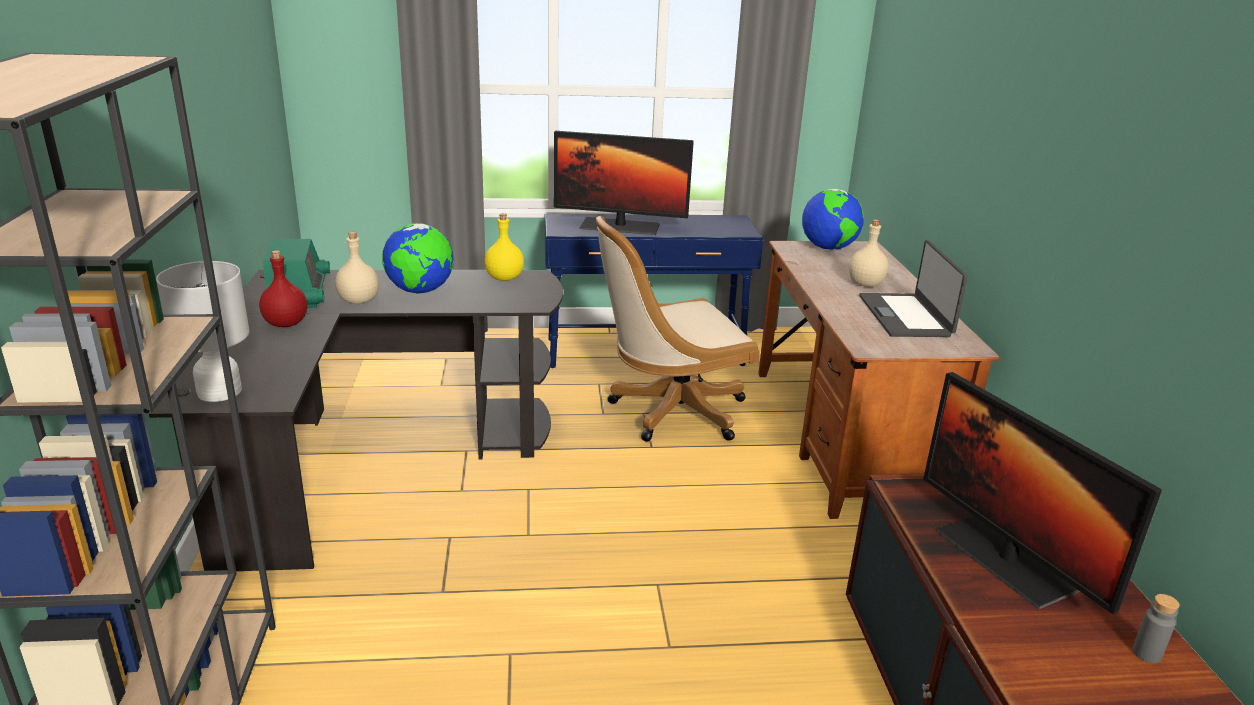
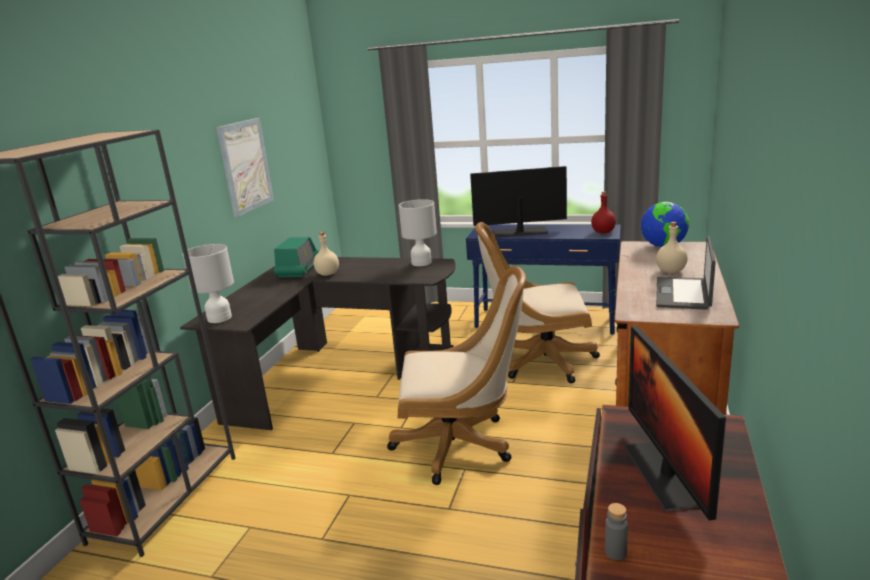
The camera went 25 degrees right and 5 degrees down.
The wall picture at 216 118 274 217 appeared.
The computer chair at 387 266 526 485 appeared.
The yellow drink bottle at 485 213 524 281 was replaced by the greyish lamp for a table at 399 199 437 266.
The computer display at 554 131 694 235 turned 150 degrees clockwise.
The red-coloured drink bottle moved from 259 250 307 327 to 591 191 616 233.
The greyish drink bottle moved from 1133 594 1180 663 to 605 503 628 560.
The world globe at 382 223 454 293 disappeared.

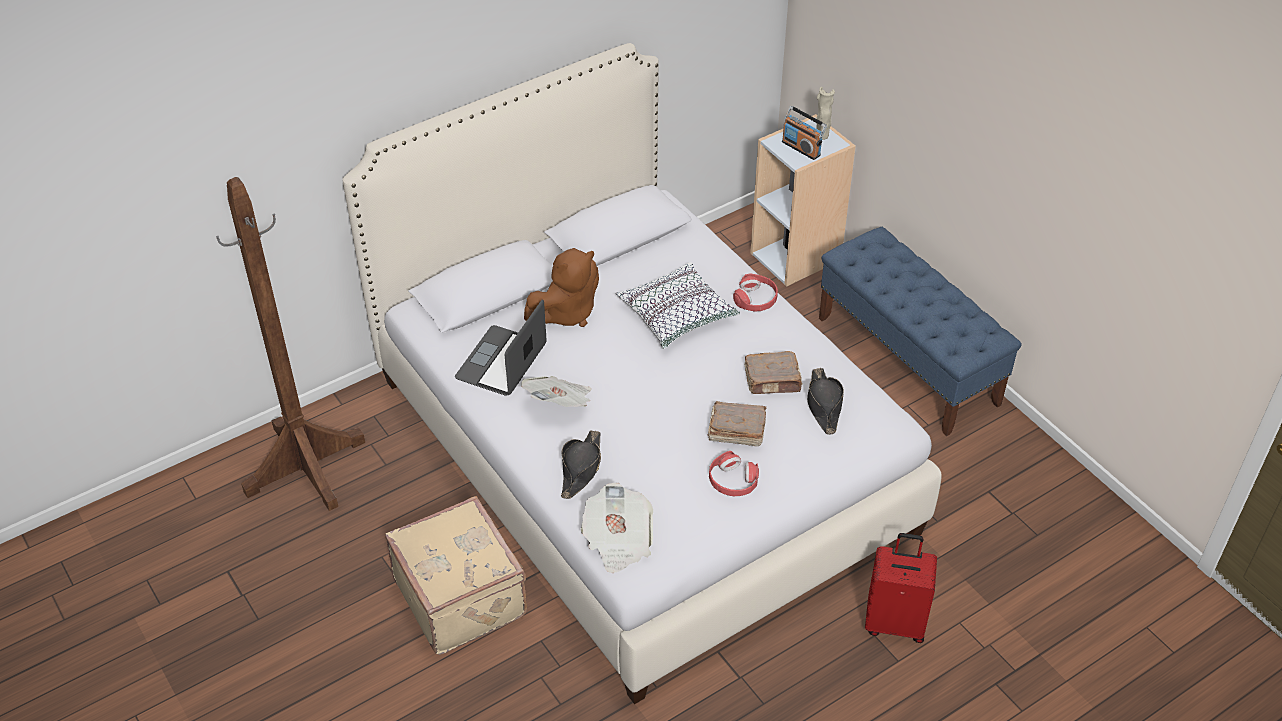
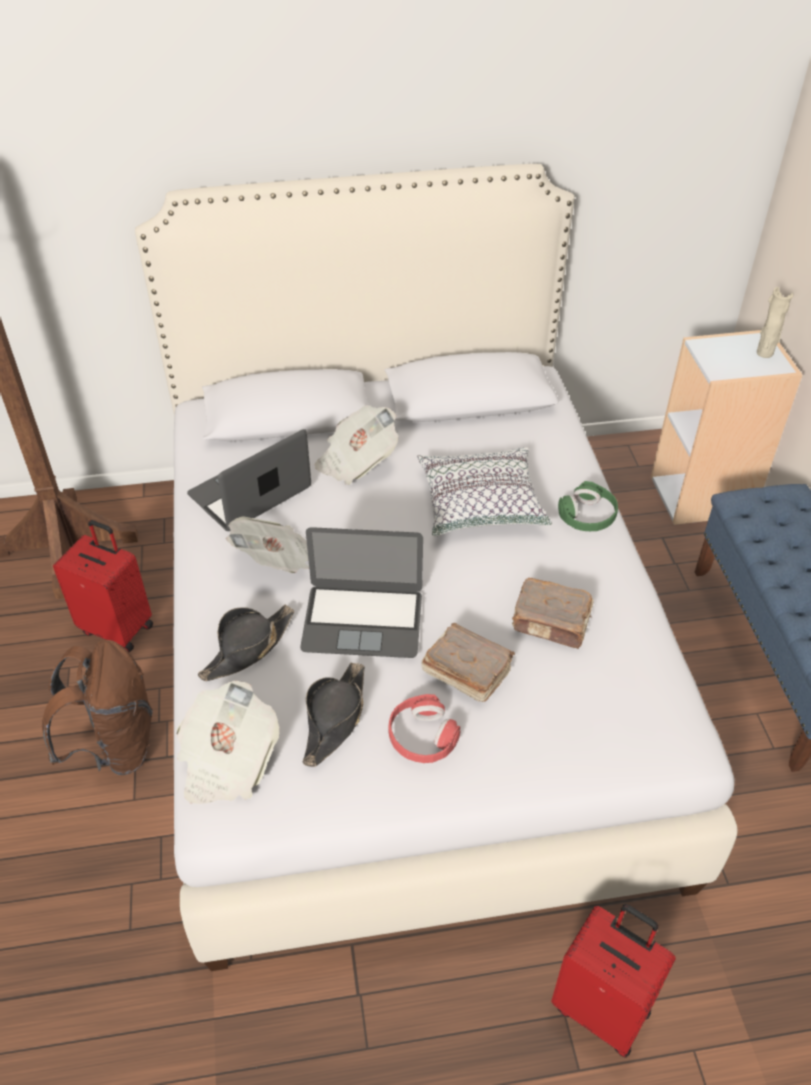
The camera went 25 degrees right and 0 degrees up.
The beige-coloured travel case at 385 496 527 655 was replaced by the brown-coloured knapsack at 42 640 153 775.
The red-coloured travel case at 53 520 153 652 appeared.
The portable computer at 300 527 423 658 appeared.
The black clothing hat moved from 807 368 844 435 to 303 663 364 767.
The brown-coloured soft toy at 524 248 599 327 was replaced by the daily paper at 315 405 398 485.
The red-coloured headset at 733 274 778 312 became the greenish headset at 558 481 618 531.
The radio receiver at 782 106 827 160 disappeared.

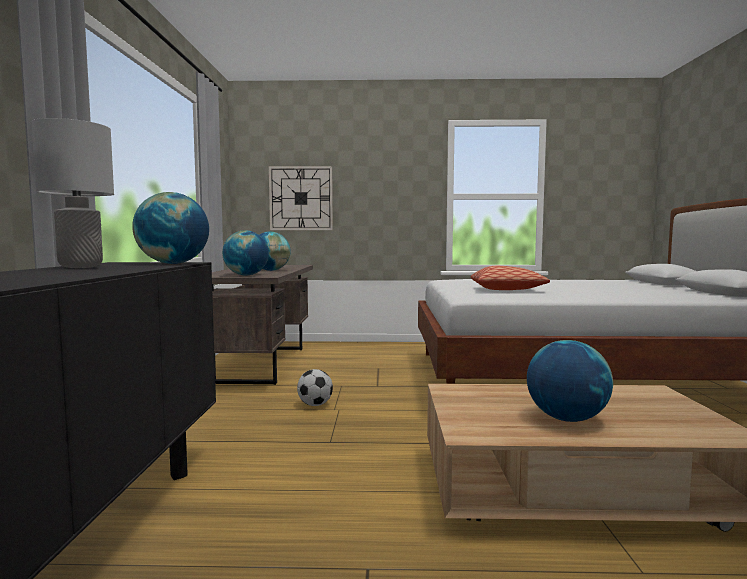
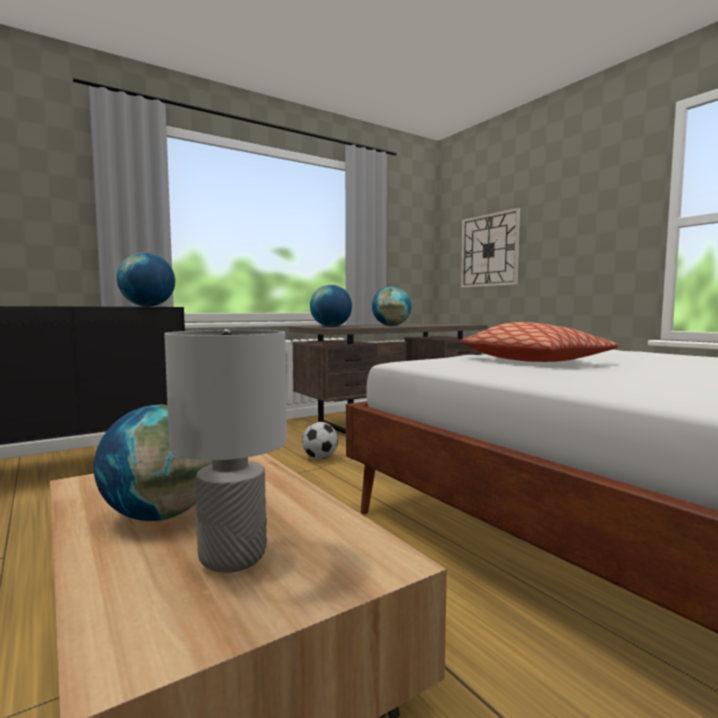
The camera went 55 degrees right and 0 degrees up.
The greyish lamp for a table moved from 31 118 114 268 to 164 329 287 573.

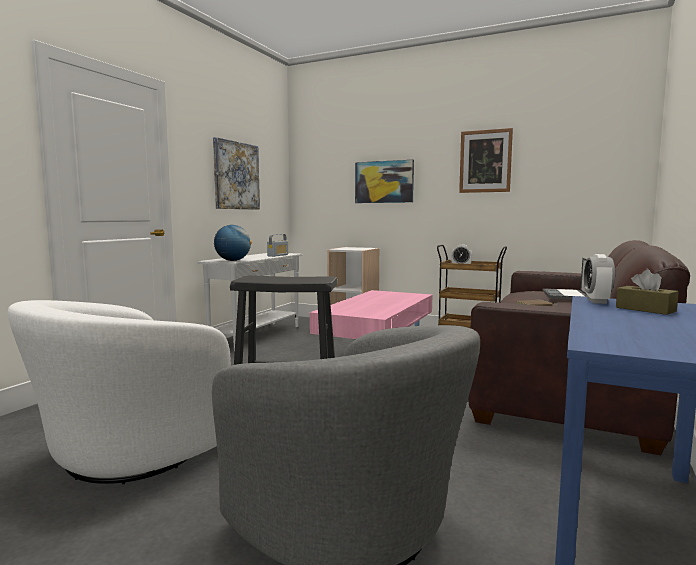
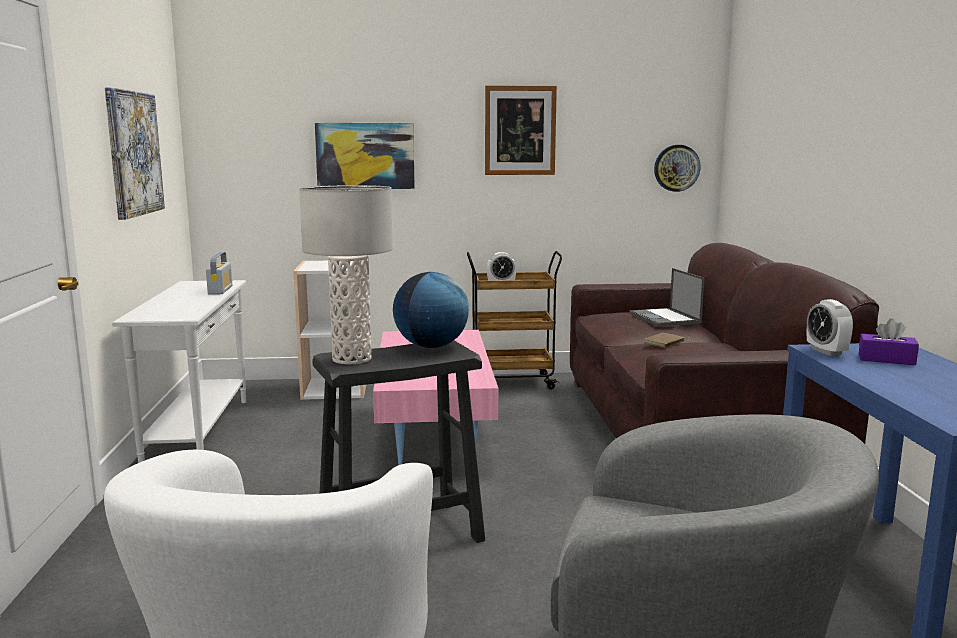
The camera went 30 degrees left and 5 degrees up.
The white-coloured lamp for a table at 299 185 393 364 appeared.
The world globe moved from 214 225 252 261 to 393 272 469 348.
The wall clock at 654 145 700 192 appeared.
The brown-coloured box of tissues at 616 270 679 315 became the purple box of tissues at 859 319 919 365.

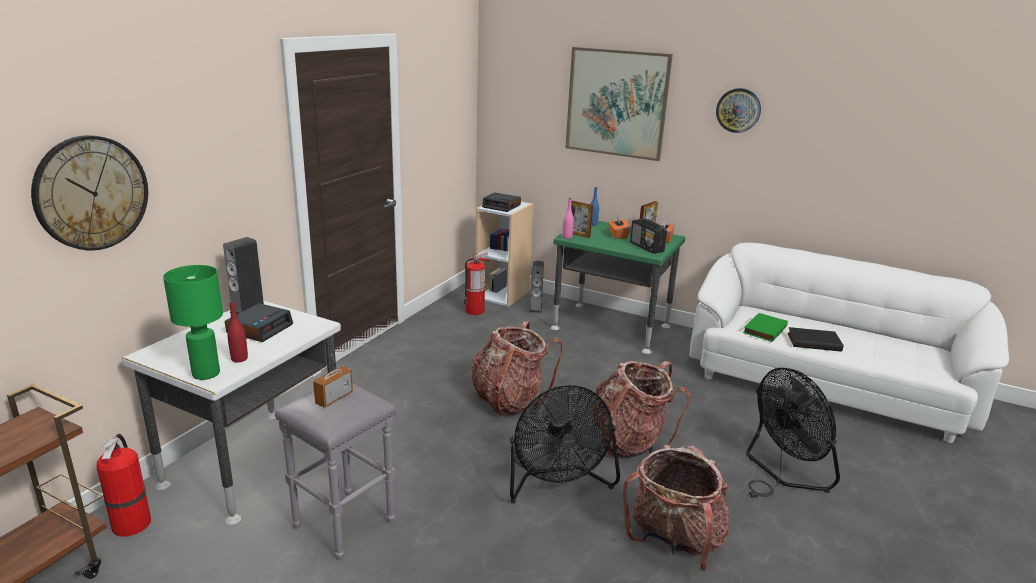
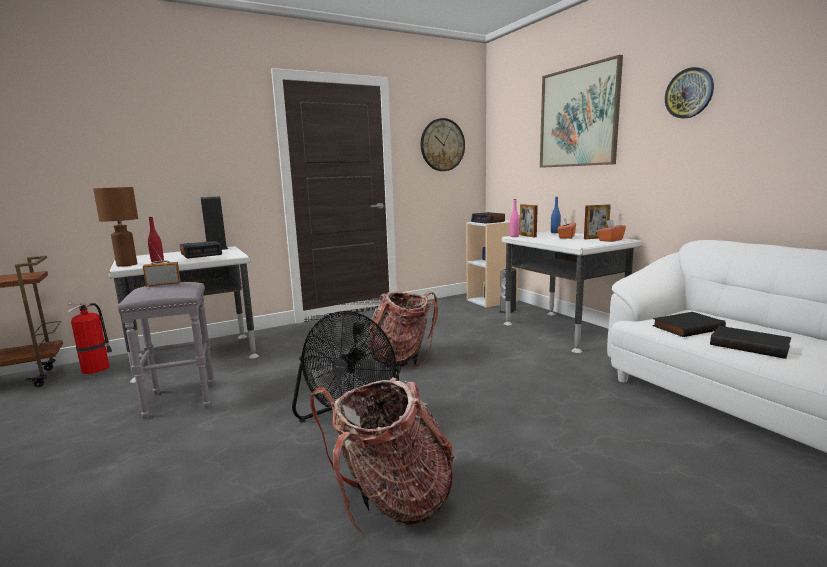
The camera went 35 degrees right and 10 degrees down.
The greenish lamp for a table at 163 265 223 380 became the brown-coloured lamp for a table at 93 187 138 267.
The wall clock moved from 31 135 148 251 to 421 118 465 171.
The greenish desk at 550 221 685 354 became the white-coloured desk at 502 231 641 353.
The greenish book at 743 313 788 342 became the black book at 652 312 726 337.
The extinguisher at 463 252 489 315 disappeared.
The knapsack at 593 361 690 459 disappeared.
The radio receiver at 630 218 667 254 disappeared.
The black electric fan at 746 368 840 498 disappeared.

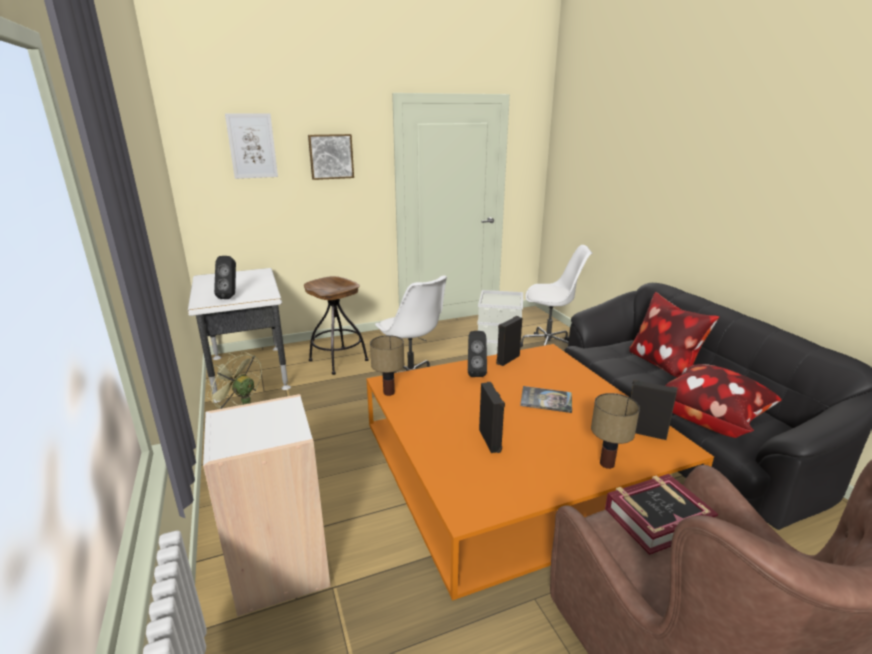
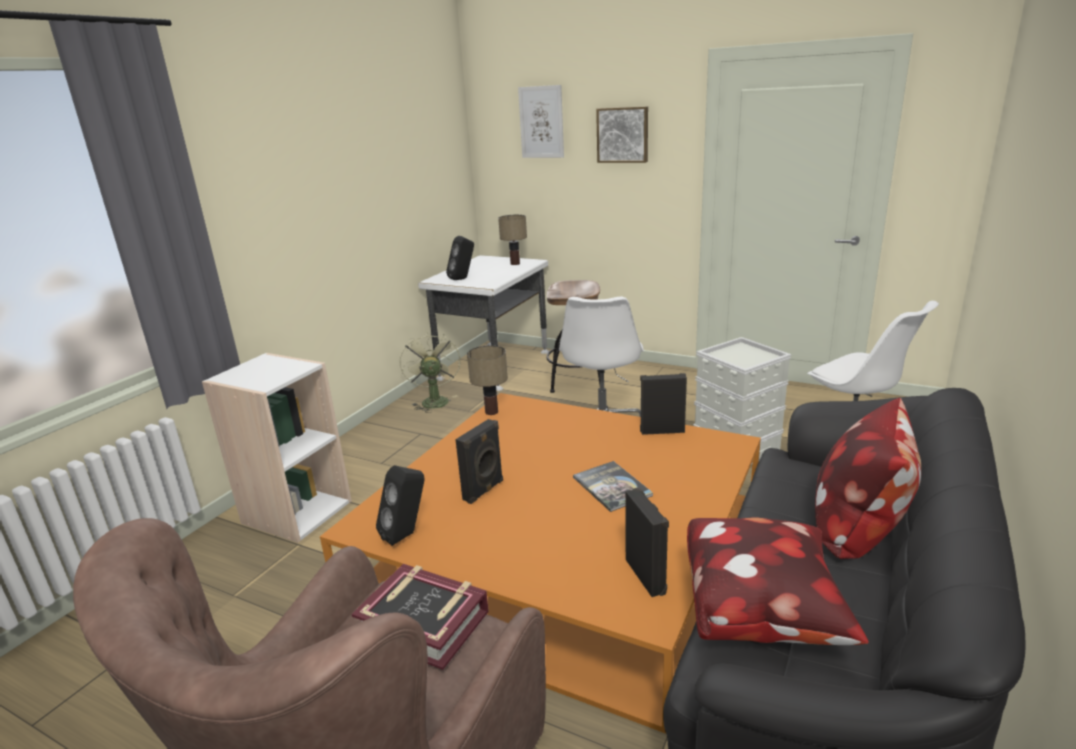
The camera went 50 degrees right and 0 degrees up.
The black audio speaker moved from 468 331 487 377 to 376 465 424 546.
The lamp for a table moved from 591 393 640 469 to 498 215 527 265.

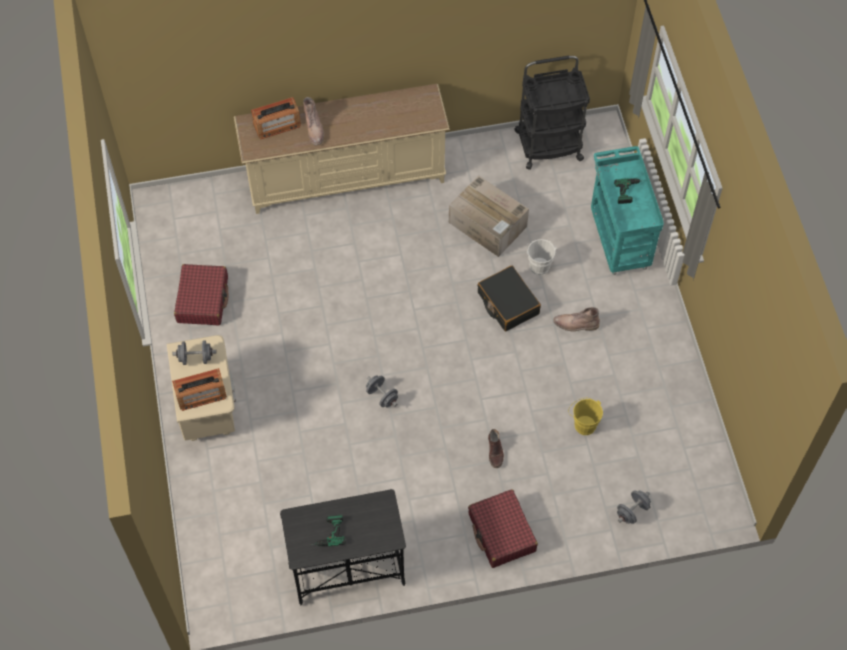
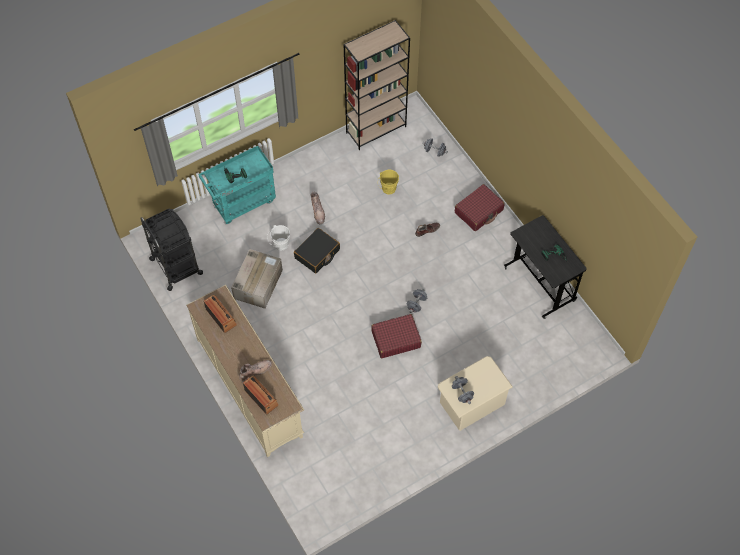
The camera went 110 degrees left and 0 degrees up.
The radio receiver moved from 172 368 227 411 to 204 295 237 333.
The beige-coloured bookshelf at 344 20 410 150 appeared.
The red-coloured travel case moved from 174 264 228 325 to 371 314 422 358.

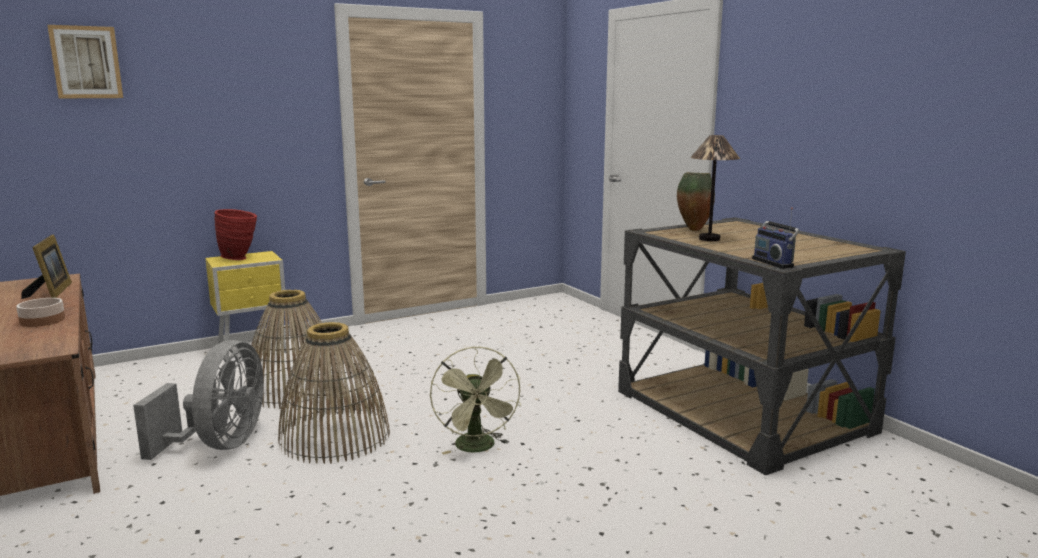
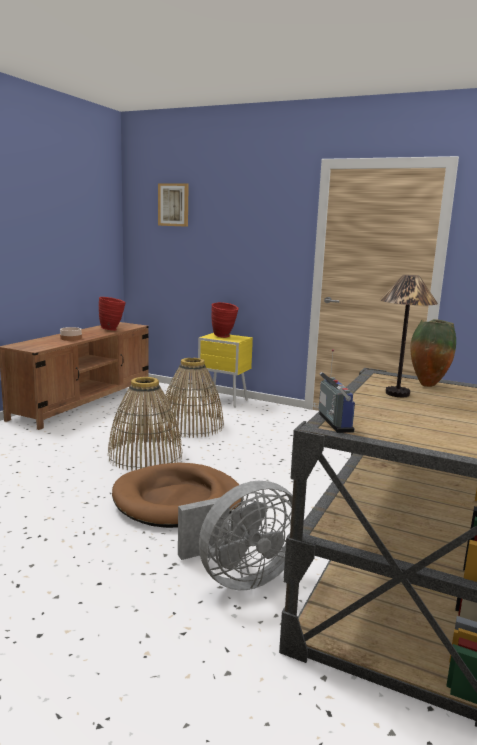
The camera went 55 degrees right and 0 degrees up.
The photo frame at 21 235 72 299 was replaced by the red-coloured decorative vase at 99 297 126 331.
The greenish electric fan at 430 347 521 455 was replaced by the brown-coloured dog cushion at 112 463 244 528.
The greyish electric fan moved from 133 340 264 460 to 178 481 293 590.
The radio receiver at 752 207 800 269 turned 135 degrees clockwise.

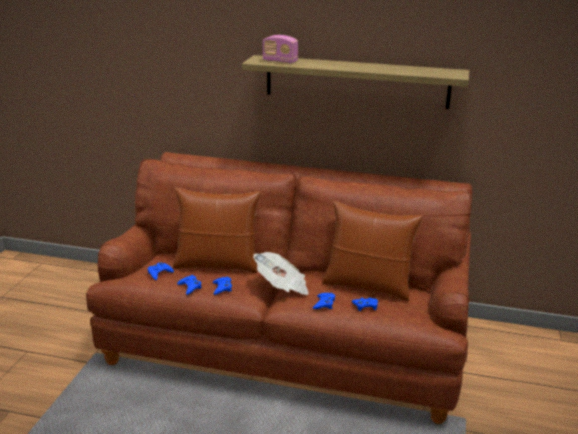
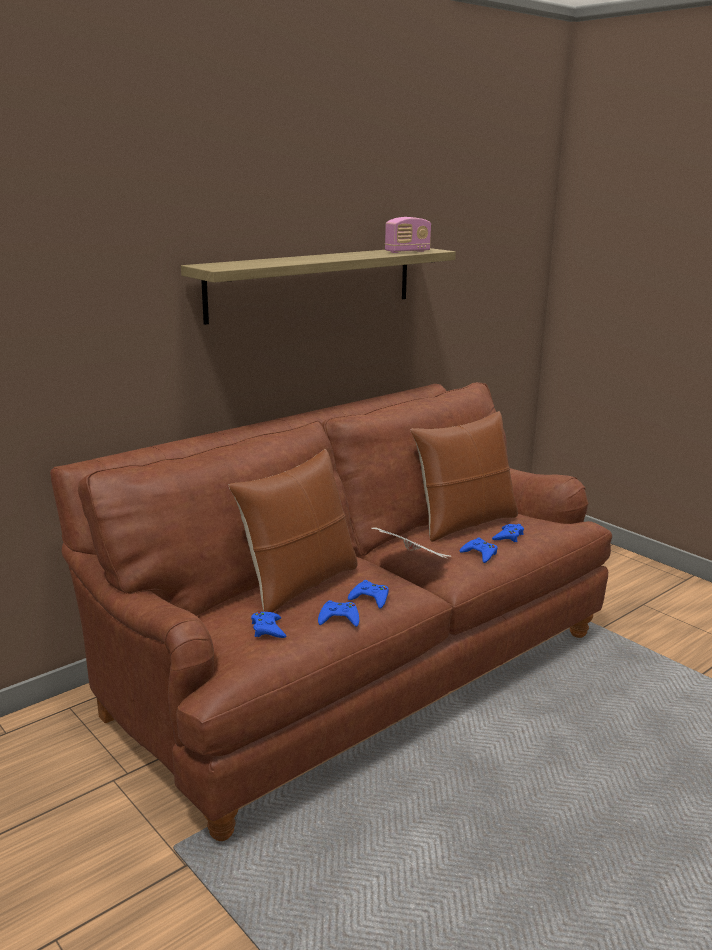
The camera went 55 degrees left and 5 degrees down.
The radio receiver moved from 262 35 298 64 to 385 217 431 253.

